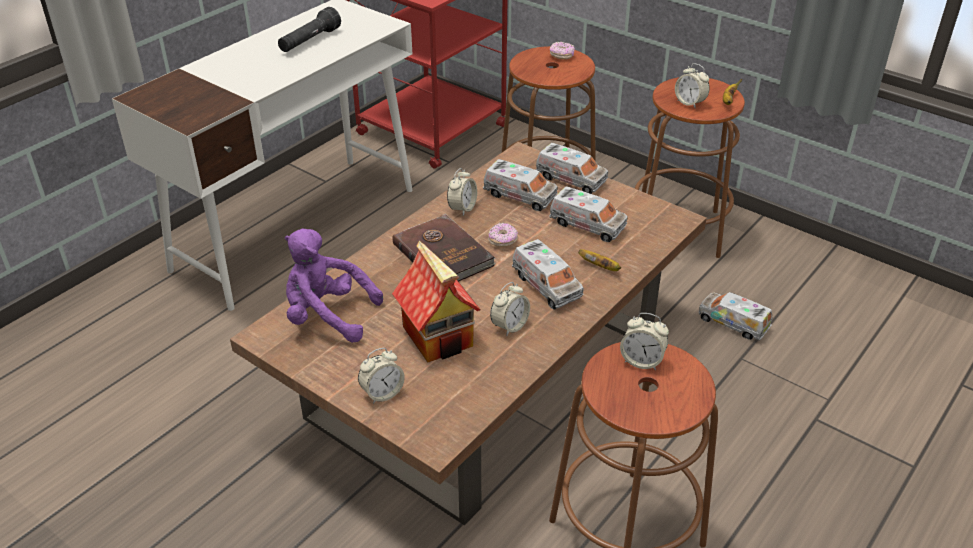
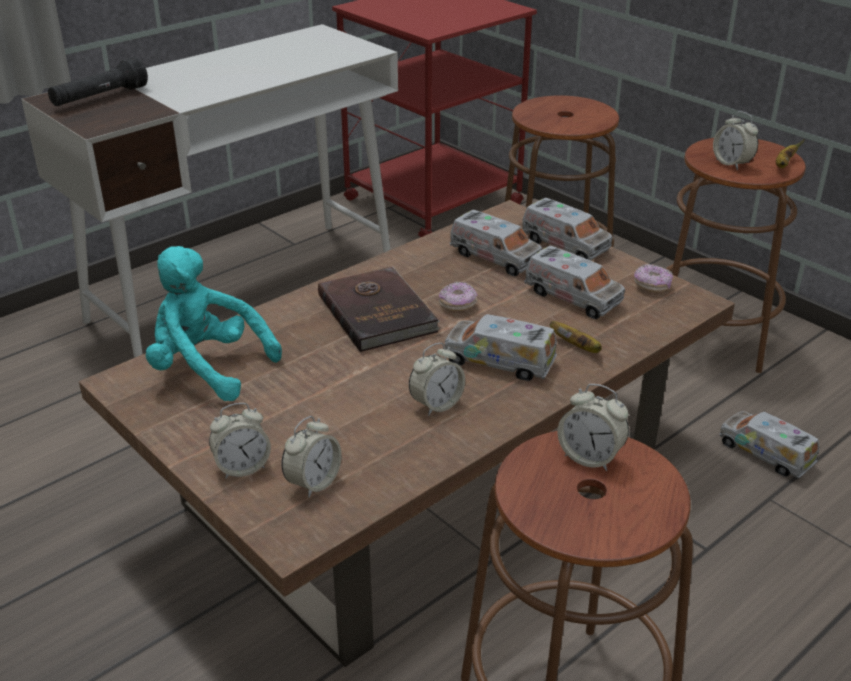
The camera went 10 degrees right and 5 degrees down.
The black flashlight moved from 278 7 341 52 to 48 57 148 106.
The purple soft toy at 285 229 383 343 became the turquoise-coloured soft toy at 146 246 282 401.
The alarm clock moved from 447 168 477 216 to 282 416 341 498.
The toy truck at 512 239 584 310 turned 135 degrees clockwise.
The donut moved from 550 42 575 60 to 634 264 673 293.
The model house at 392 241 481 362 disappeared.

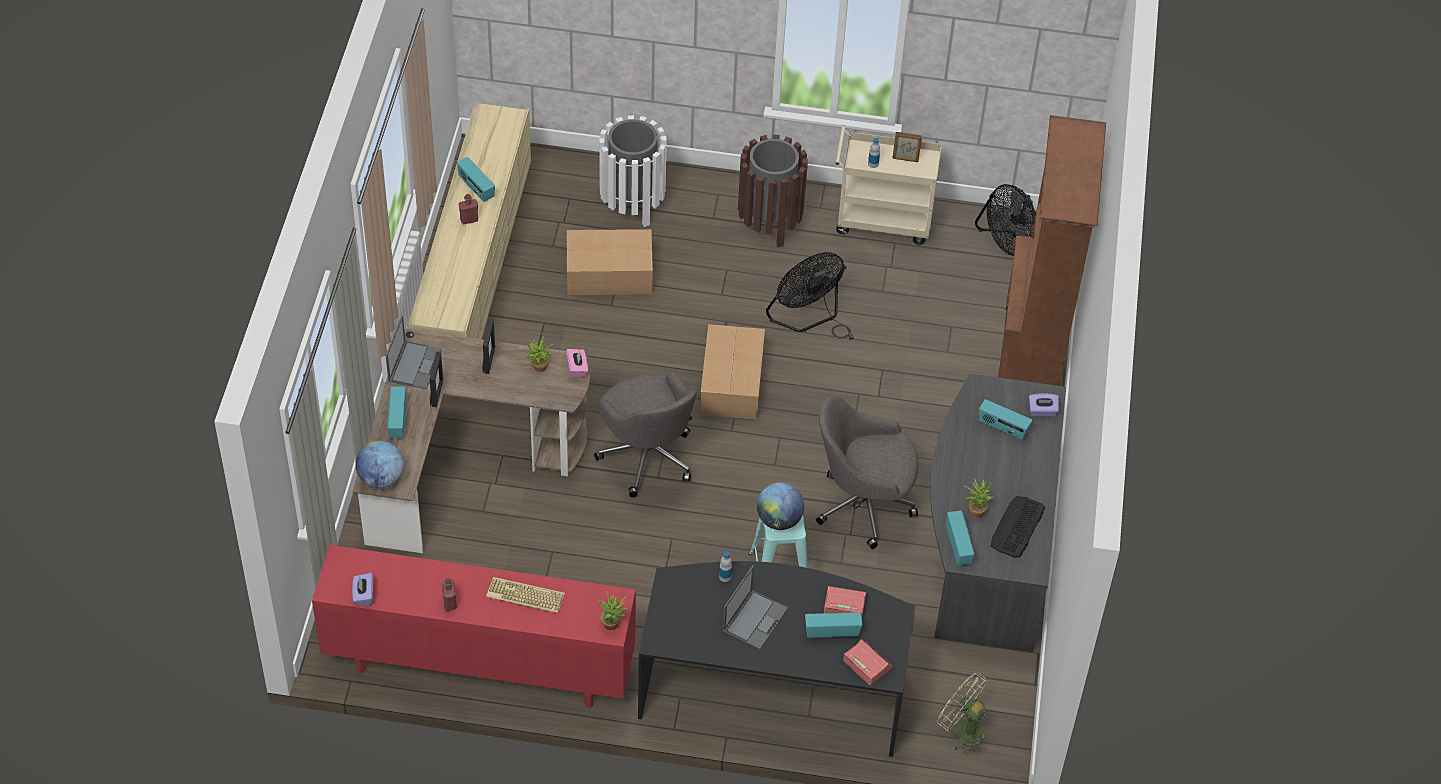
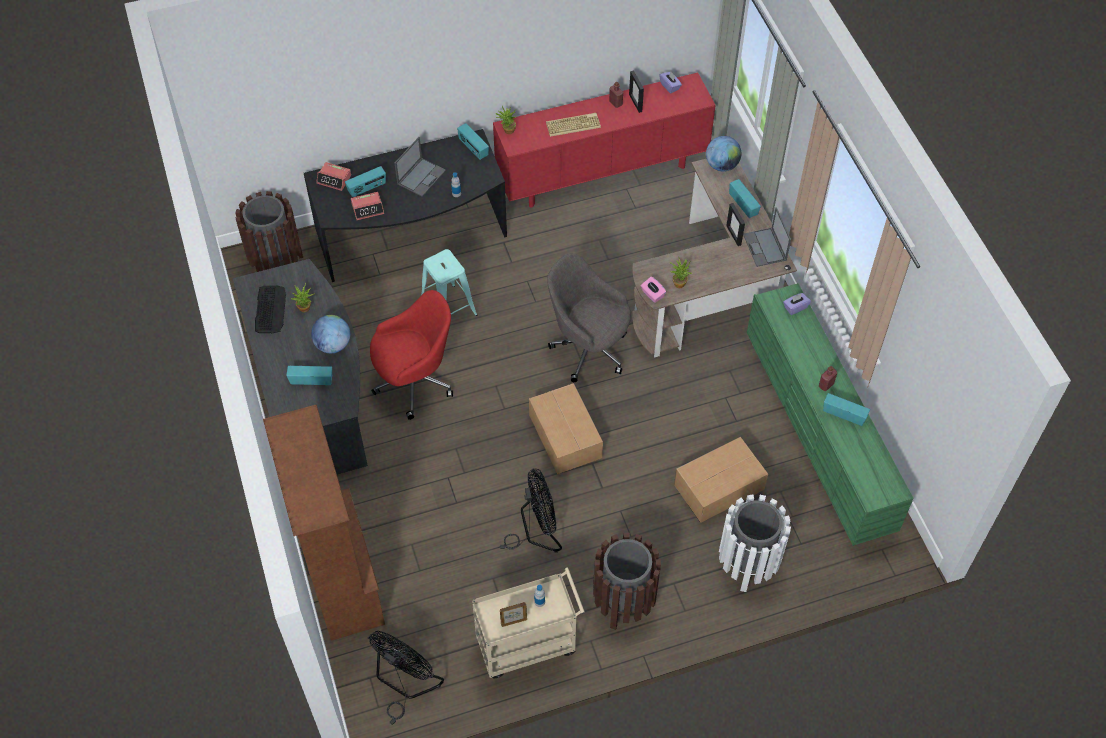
The camera went 155 degrees right and 5 degrees up.
The greenish electric fan at 937 673 988 755 was replaced by the brown-coloured rubbish bin at 235 191 303 272.
The world globe moved from 757 482 805 530 to 311 315 350 353.
The greyish computer chair at 816 395 918 549 became the red-coloured computer chair at 370 290 453 420.
The portable computer at 723 566 788 650 turned 150 degrees counterclockwise.
The radio receiver moved from 946 510 974 566 to 457 123 489 160.
The black electric fan at 766 252 854 340 turned 45 degrees counterclockwise.
The photo frame moved from 482 319 495 374 to 629 71 644 113.
The beige-coloured cupboard at 408 103 531 339 became the greenish cupboard at 747 283 914 546.
The purple box of tissues moved from 1029 393 1059 417 to 783 293 811 315.

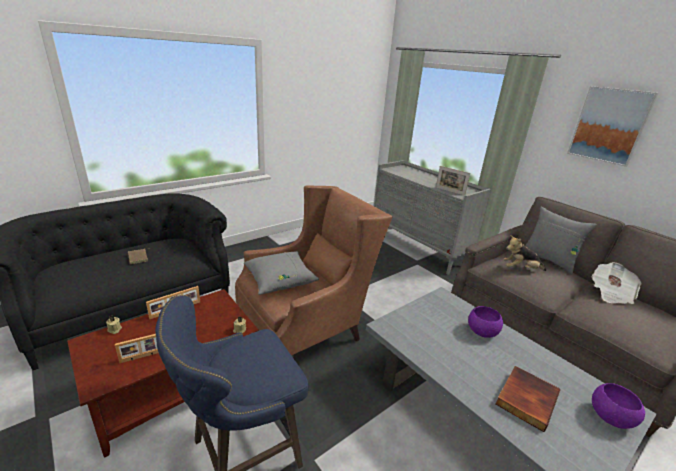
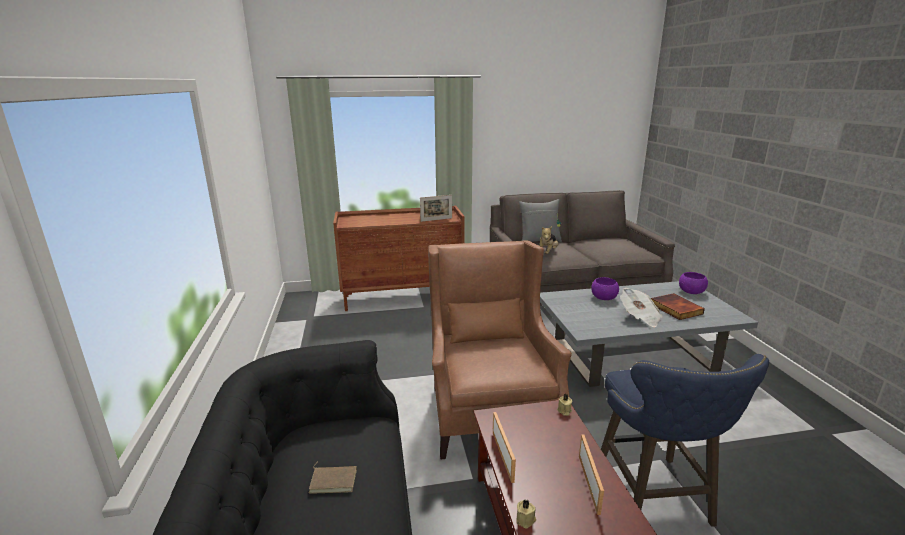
The camera went 60 degrees left and 5 degrees down.
The greyish cupboard at 374 160 491 275 became the brown-coloured cupboard at 333 206 464 311.
The daily paper moved from 591 262 641 304 to 620 288 662 327.
The greyish pillow at 244 251 319 295 disappeared.
The wall picture at 567 86 658 167 disappeared.

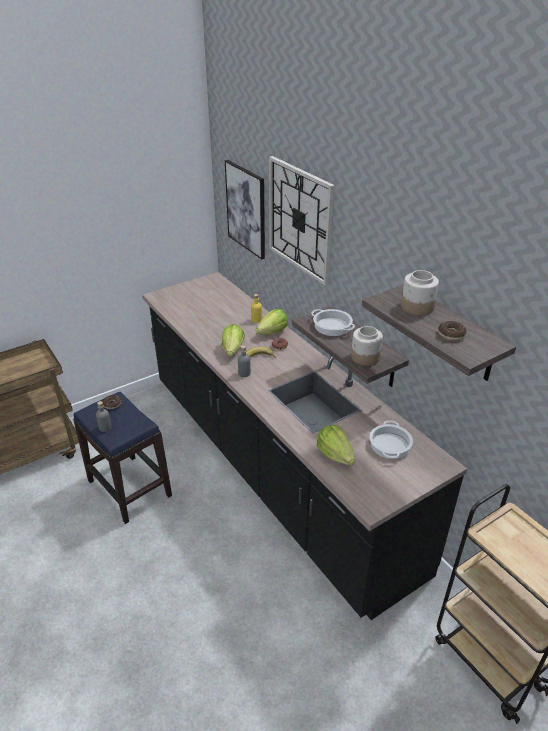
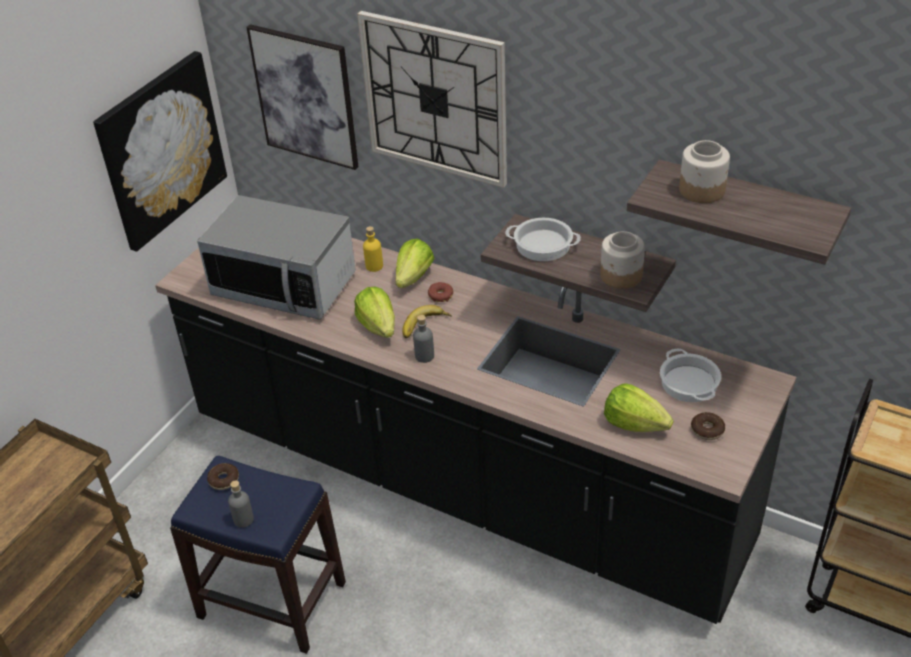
The camera went 25 degrees left and 5 degrees up.
The wall picture at 93 51 227 252 appeared.
The microwave oven at 197 195 356 320 appeared.
The donut moved from 438 321 467 341 to 691 412 725 440.

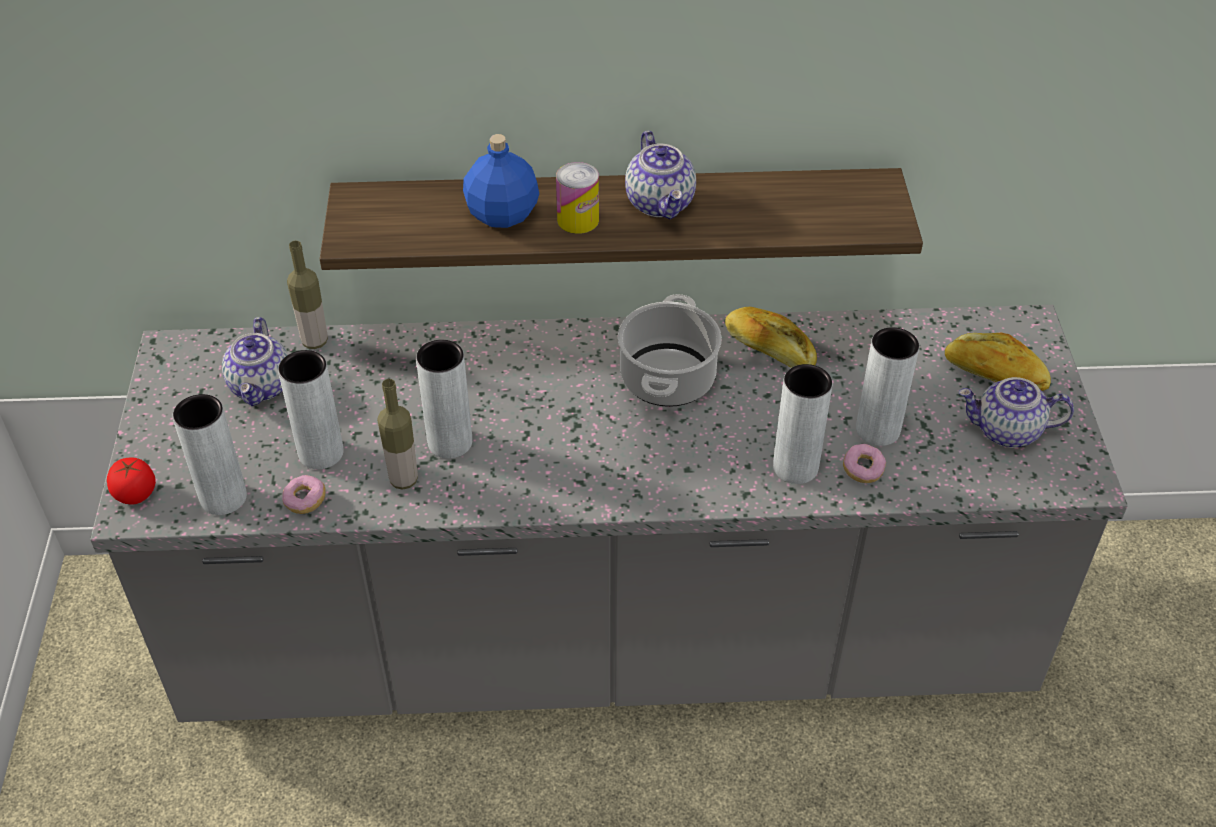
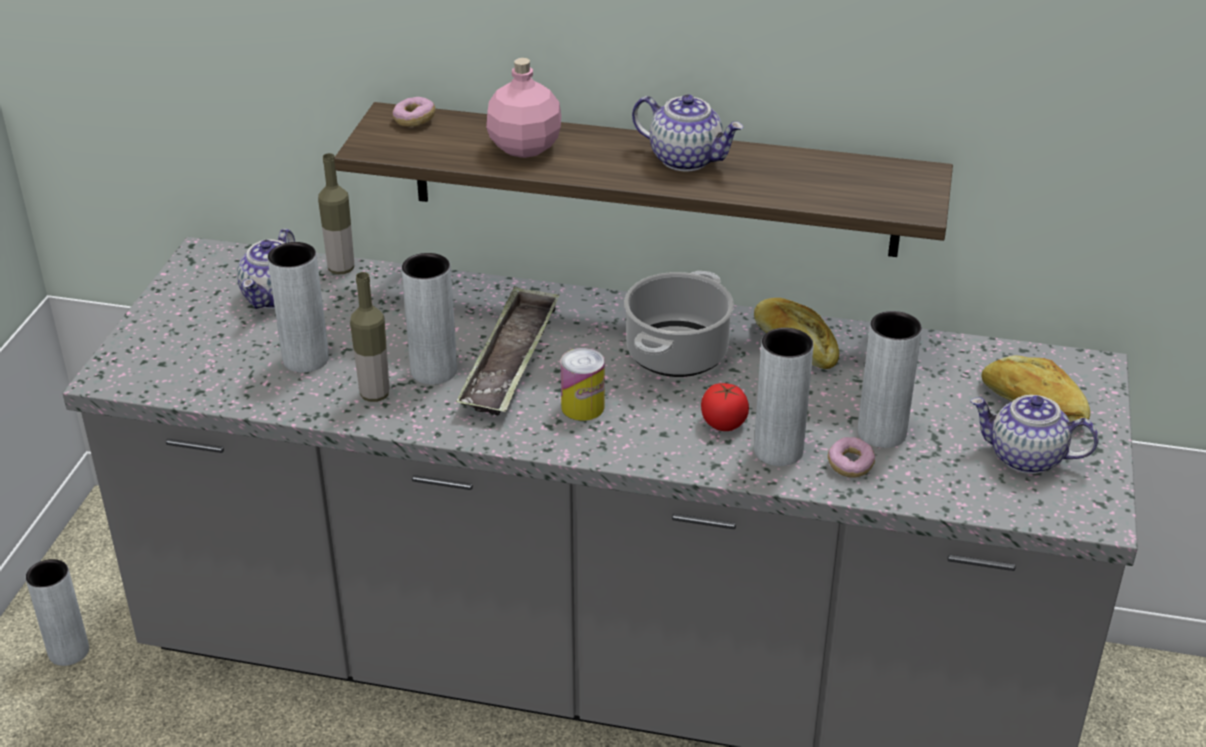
The camera went 15 degrees right and 10 degrees down.
The greyish decorative vase moved from 172 394 247 515 to 26 559 89 666.
The donut moved from 282 475 326 514 to 393 97 435 127.
The tray at 456 286 560 416 appeared.
The blue drink bottle at 463 134 539 228 became the pinkish drink bottle at 486 58 561 158.
The metal can moved from 556 162 599 234 to 561 348 604 421.
The pot for tea at 625 131 696 219 turned 60 degrees counterclockwise.
The whole tomato moved from 107 458 156 505 to 701 383 749 431.

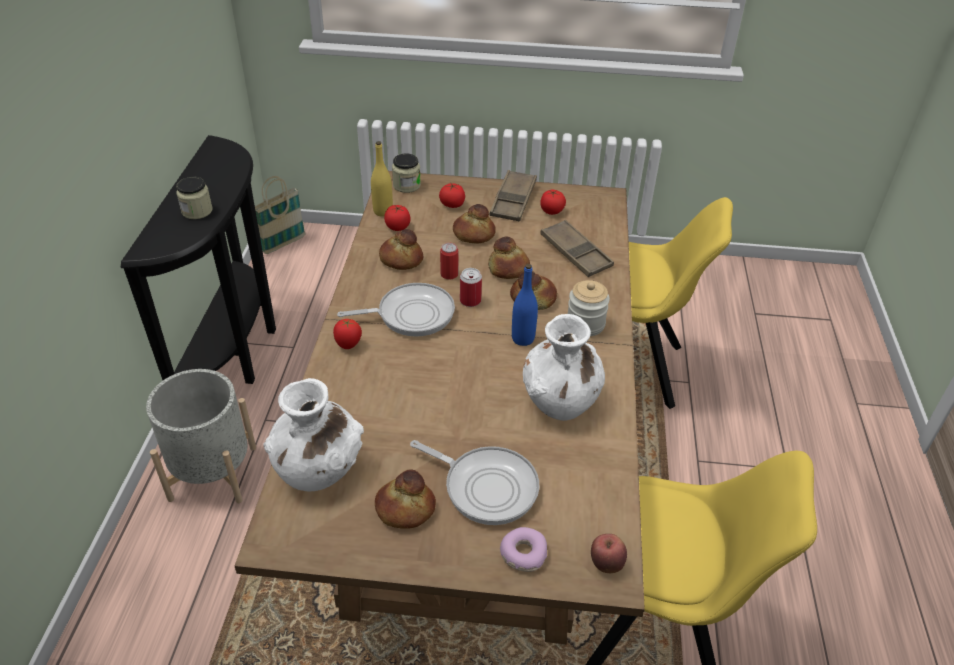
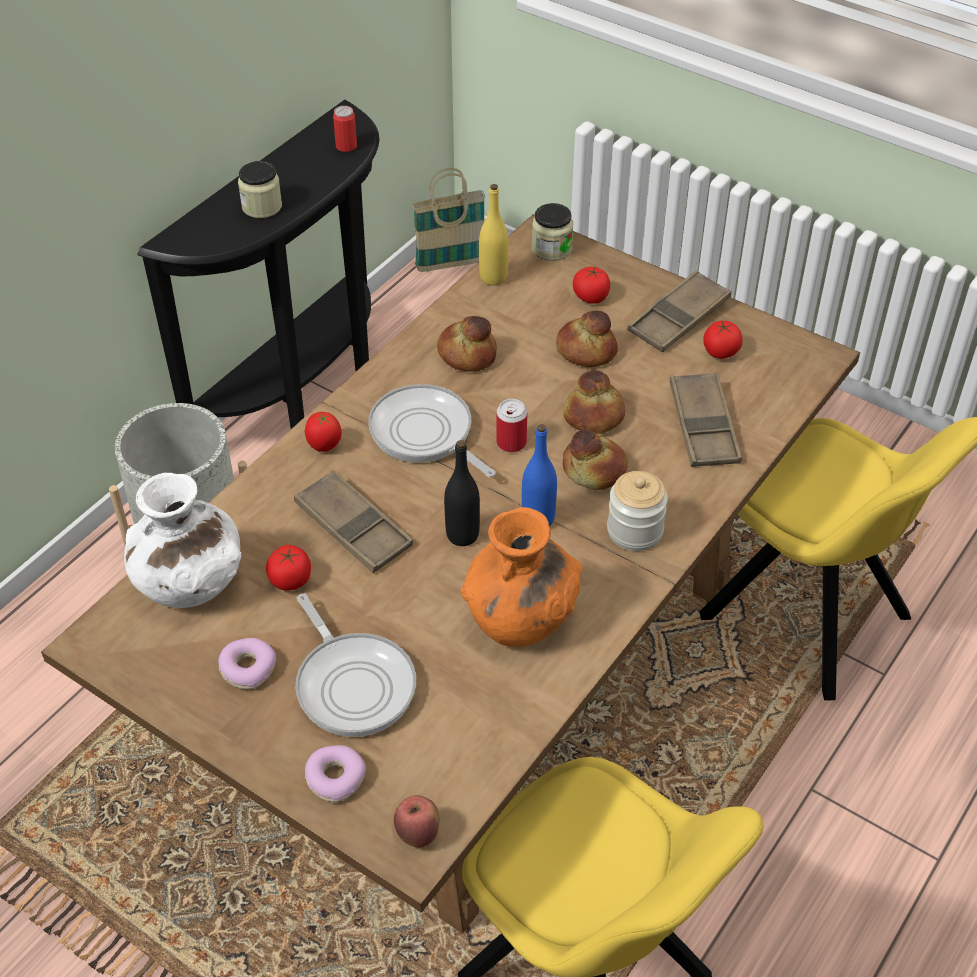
The camera went 30 degrees right and 5 degrees up.
The bread at 375 469 436 529 was replaced by the donut at 218 638 276 690.
The whole tomato moved from 384 205 411 231 to 266 545 311 591.
The brown-coloured tray at 294 470 413 573 appeared.
The metal can moved from 440 243 458 280 to 333 106 357 152.
The frying pan at 337 283 455 337 turned 150 degrees counterclockwise.
The black drink bottle at 444 440 480 546 appeared.
The white-coloured decorative vase at 523 314 605 421 became the orangey decorative vase at 461 507 582 647.

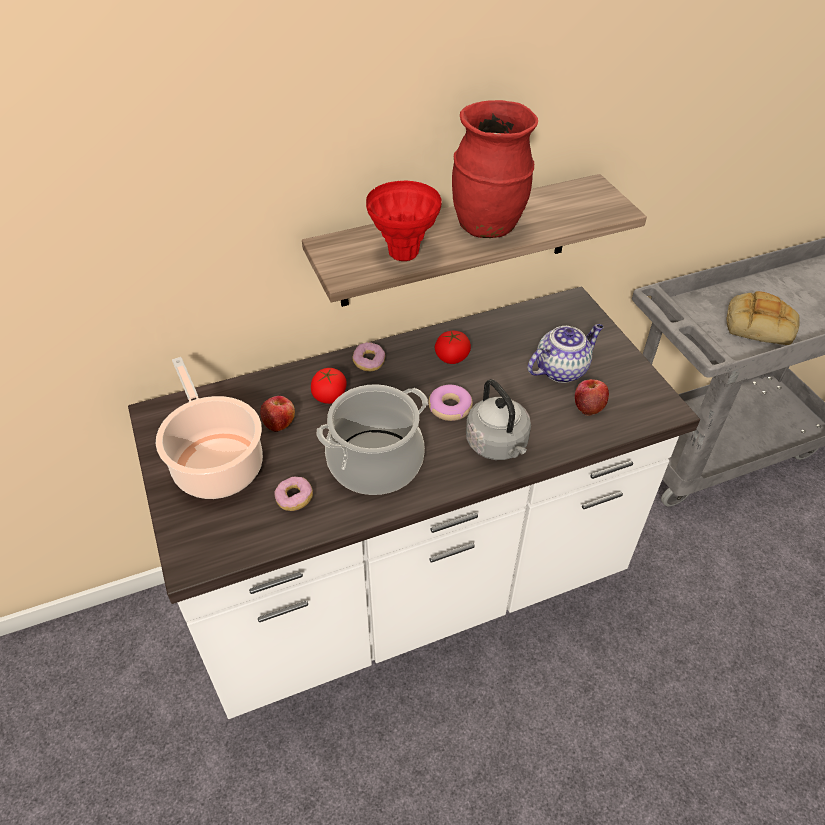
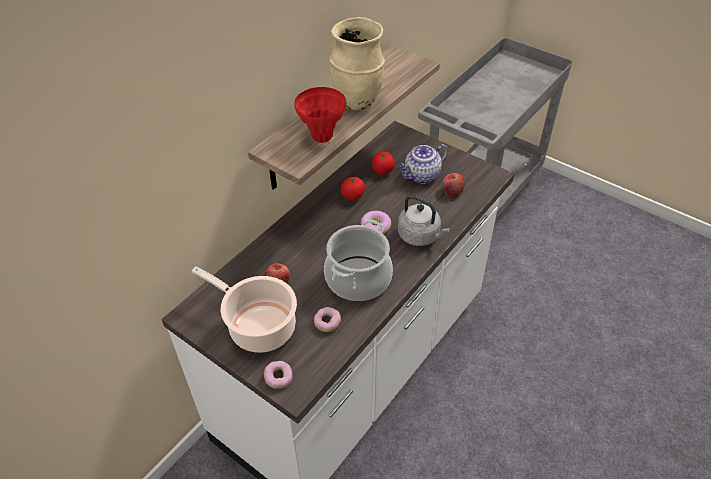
The camera went 30 degrees left and 0 degrees up.
The donut moved from 352 342 385 371 to 264 361 293 389.
The red-coloured decorative vase at 452 100 538 238 became the beige-coloured decorative vase at 329 17 385 110.
The whole tomato moved from 311 368 347 404 to 372 152 395 175.
The pot for tea at 527 324 603 383 turned 150 degrees counterclockwise.
The bread at 726 291 800 345 disappeared.

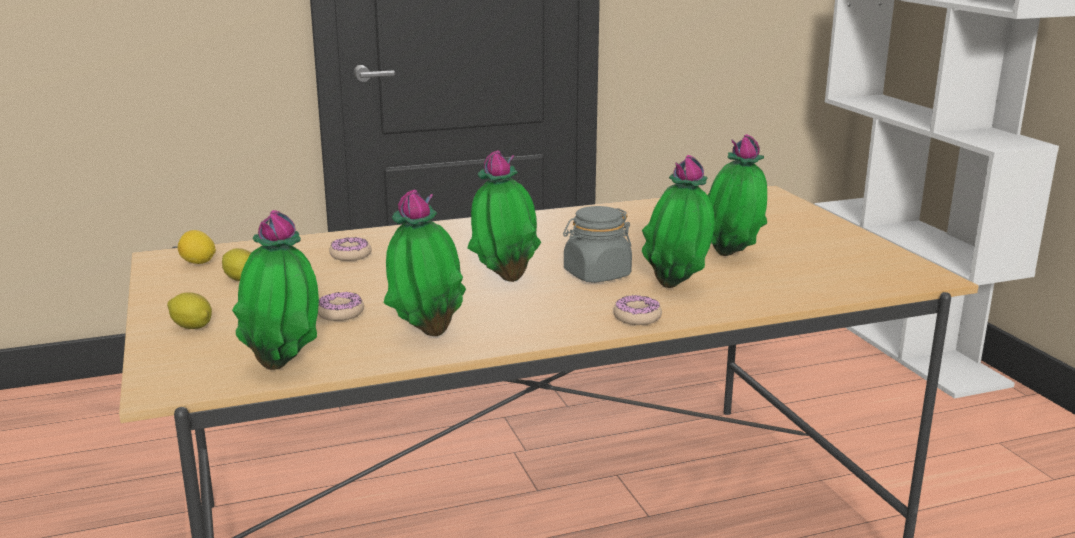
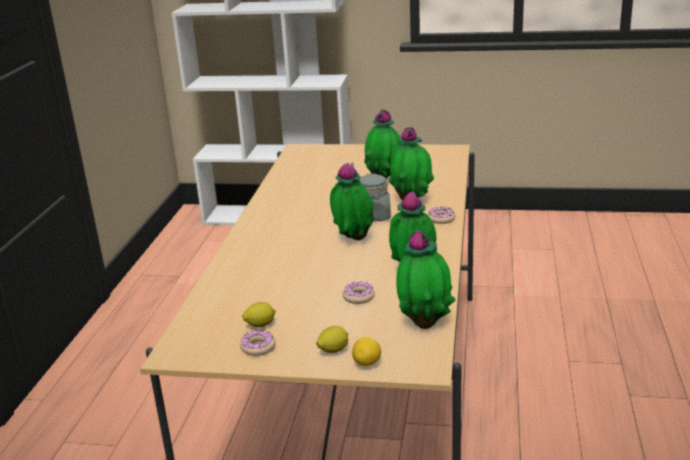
The camera went 60 degrees left and 5 degrees up.
The donut moved from 329 237 371 261 to 240 330 276 356.
The citrus fruit moved from 178 230 216 264 to 352 337 381 366.

